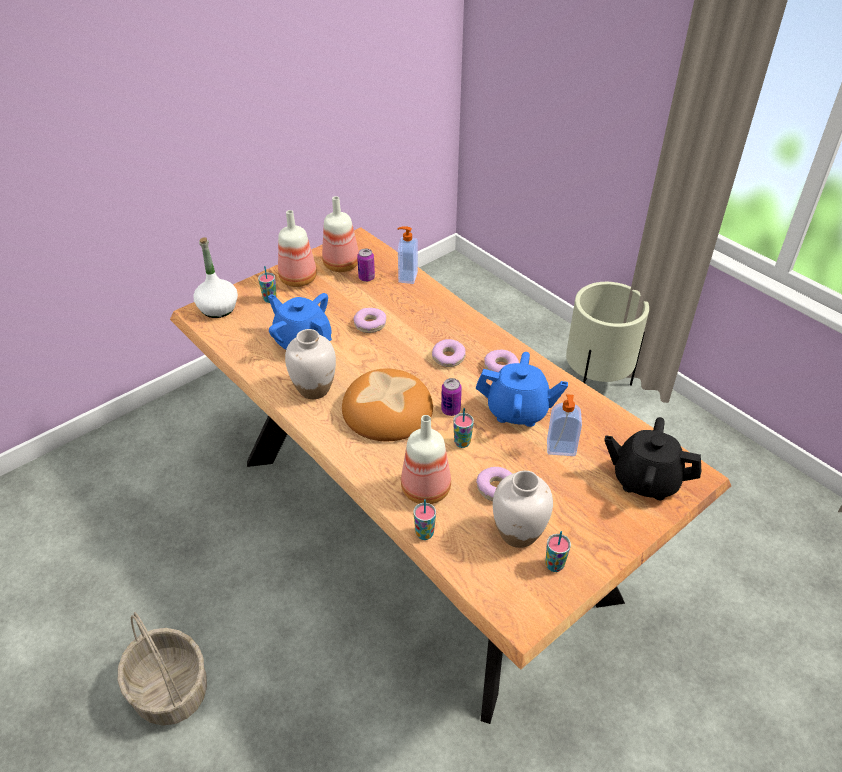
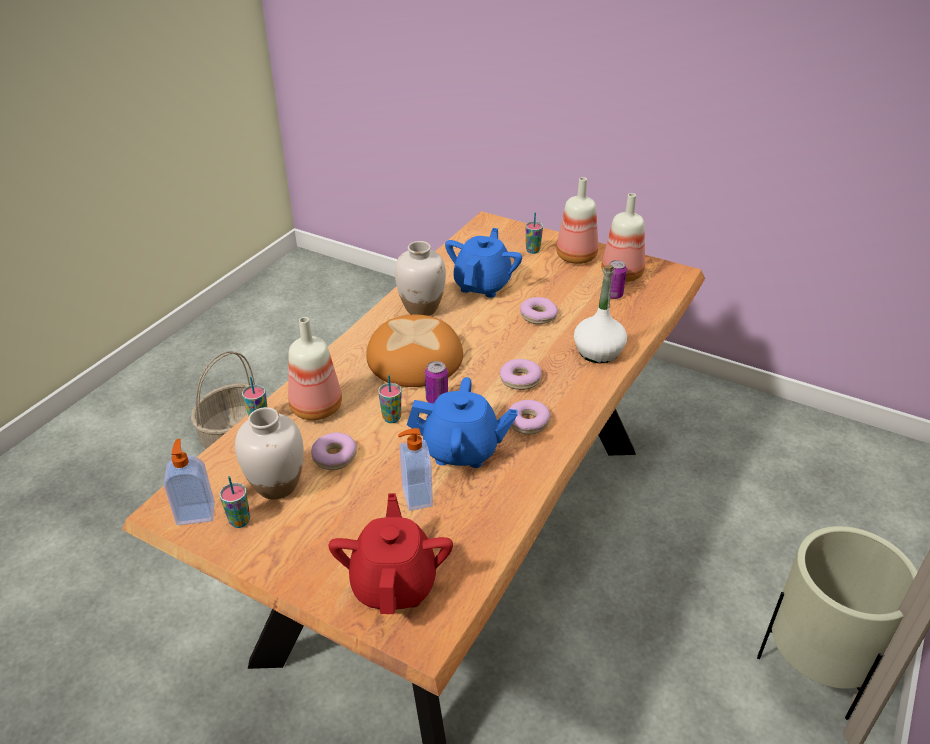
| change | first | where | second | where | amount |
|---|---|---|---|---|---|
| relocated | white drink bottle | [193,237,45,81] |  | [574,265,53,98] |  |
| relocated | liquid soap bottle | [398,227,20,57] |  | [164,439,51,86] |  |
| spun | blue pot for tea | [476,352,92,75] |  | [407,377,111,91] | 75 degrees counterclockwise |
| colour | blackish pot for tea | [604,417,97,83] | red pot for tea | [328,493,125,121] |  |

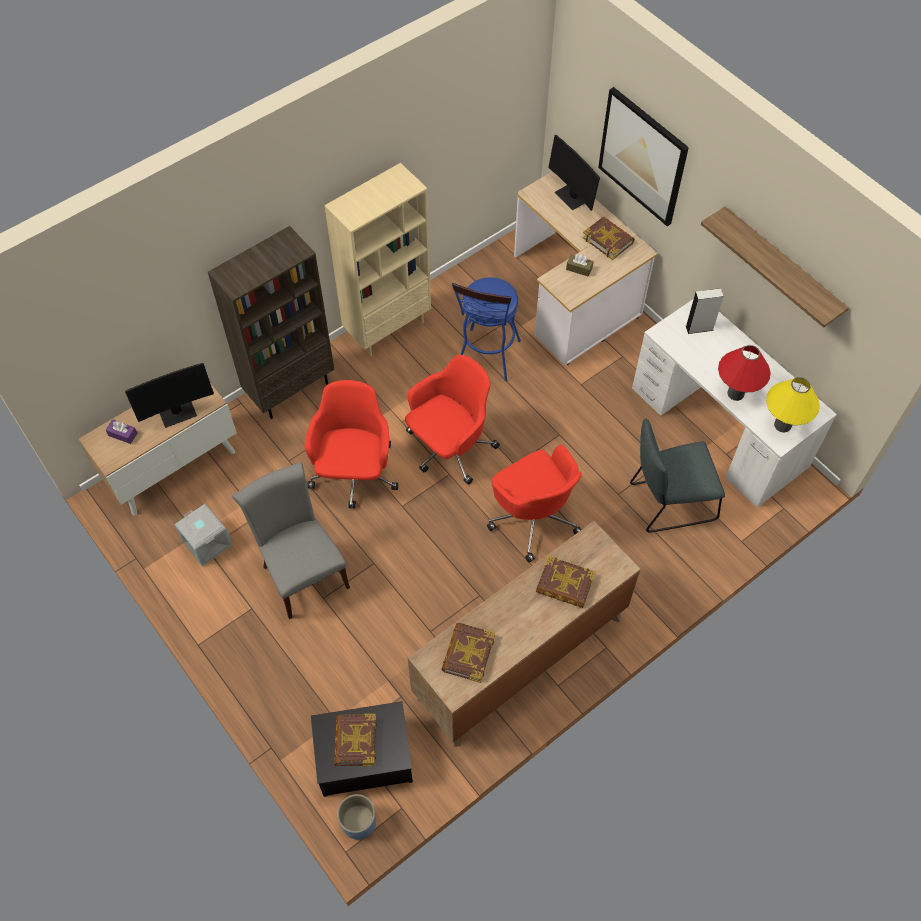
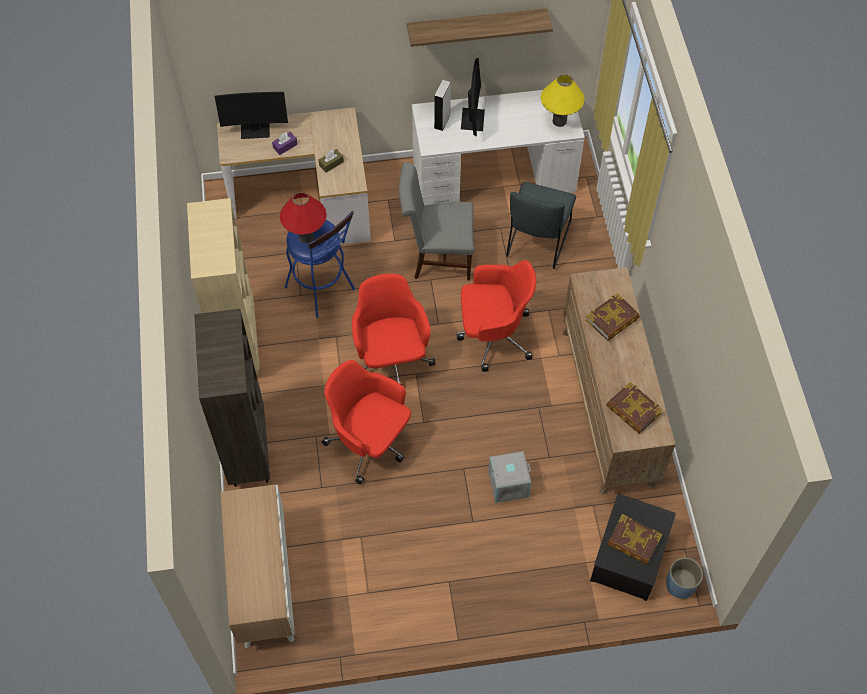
| change | first | where | second | where | amount |
|---|---|---|---|---|---|
| relocated | purplish tissue holder | [106,420,31,24] |  | [272,132,26,23] |  |
| relocated | monitor | [125,363,89,65] |  | [461,58,24,78] |  |
| relocated | greyish storage box | [174,503,58,63] |  | [488,451,43,52] |  |
| relocated | greyish chair | [232,462,118,157] |  | [399,162,75,118] |  |
| missing | bound book | [582,216,53,44] |  |  |  |
| missing | wall art | [598,87,91,139] |  |  |  |
| relocated | red lamp for a table | [718,345,53,56] |  | [280,192,47,51] |  |

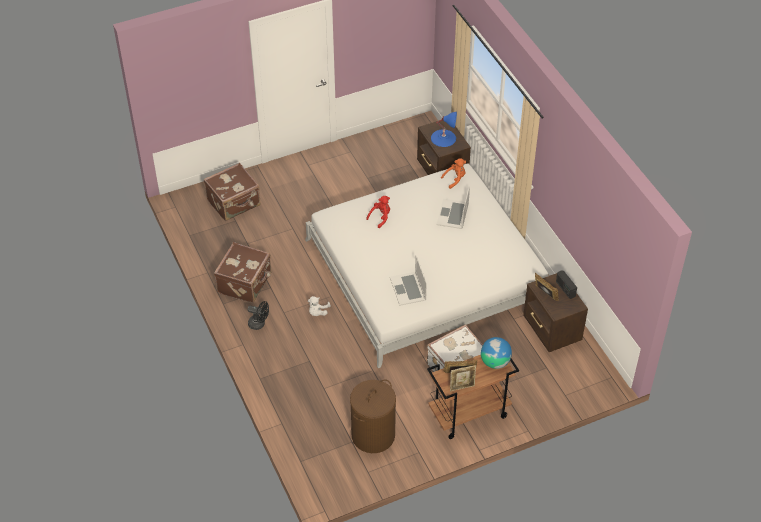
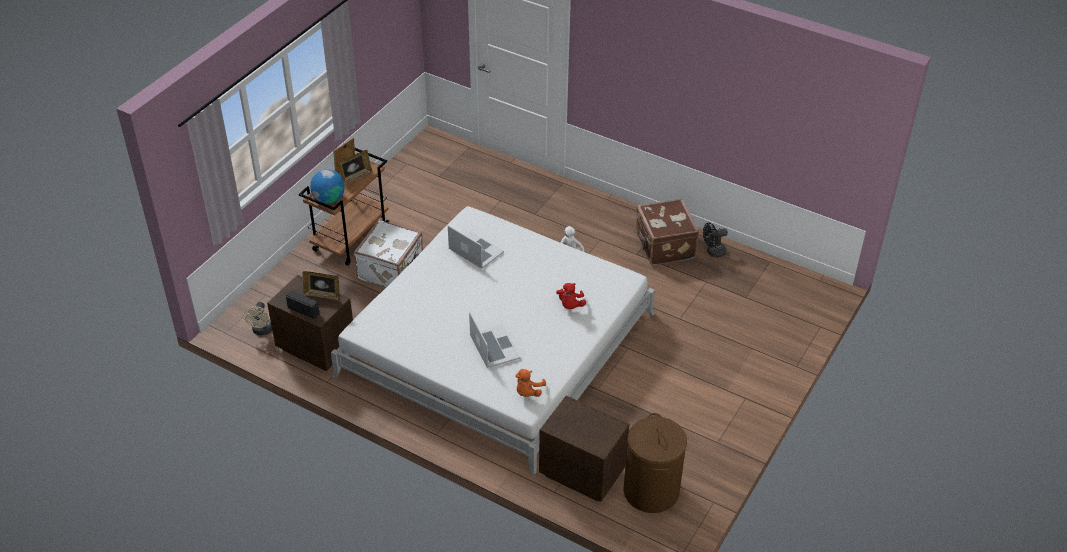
| change | first | where | second | where | amount |
|---|---|---|---|---|---|
| missing | brown-coloured piece of luggage | [204,163,57,58] |  |  |  |
| relocated | blackish fan | [248,301,21,29] |  | [703,223,25,35] |  |
| relocated | brown-coloured laundry basket | [350,379,46,74] |  | [623,413,64,100] |  |
| missing | blue lamp for a table | [431,112,26,35] |  |  |  |
| appeared |  |  | beige fan | [243,302,29,33] |  |

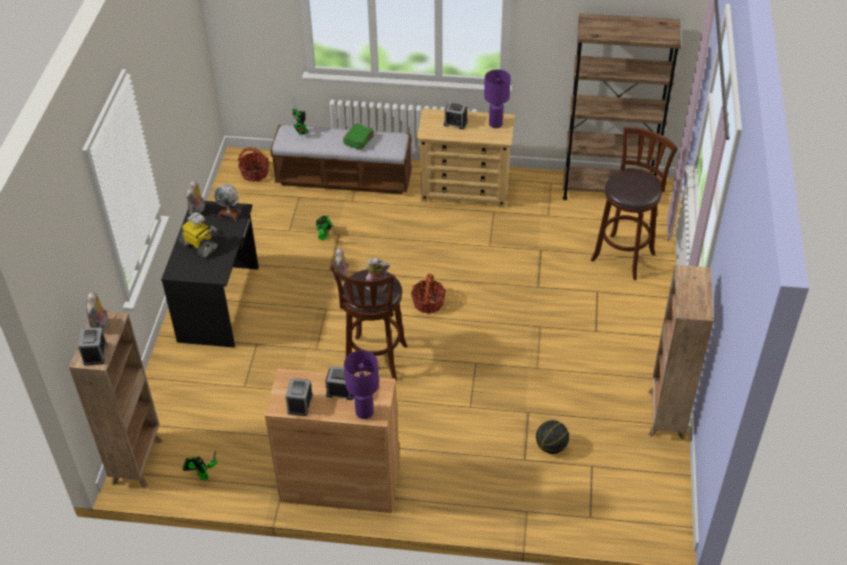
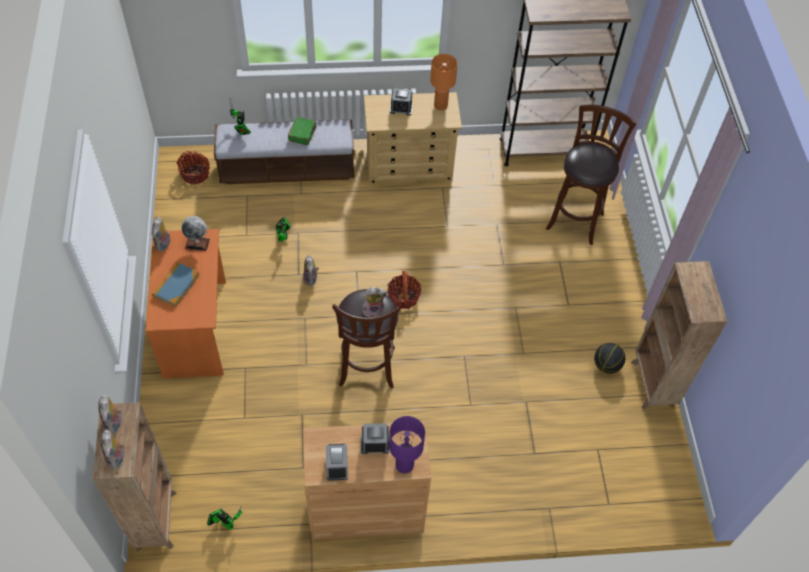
| change | first | where | second | where | amount |
|---|---|---|---|---|---|
| exchanged | bedside clock | [78,327,29,38] | plush toy | [101,430,23,38] |  |
| colour | blackish desk | [161,201,98,146] | orange-coloured desk | [146,229,80,150] |  |
| exchanged | robot figure | [179,212,39,46] | bound book | [152,262,48,45] |  |
| colour | purplish lamp for a table | [484,69,27,59] | orange-coloured lamp for a table | [430,54,28,56] |  |
| relocated | ball for basketball | [536,420,33,34] |  | [594,343,31,31] |  |

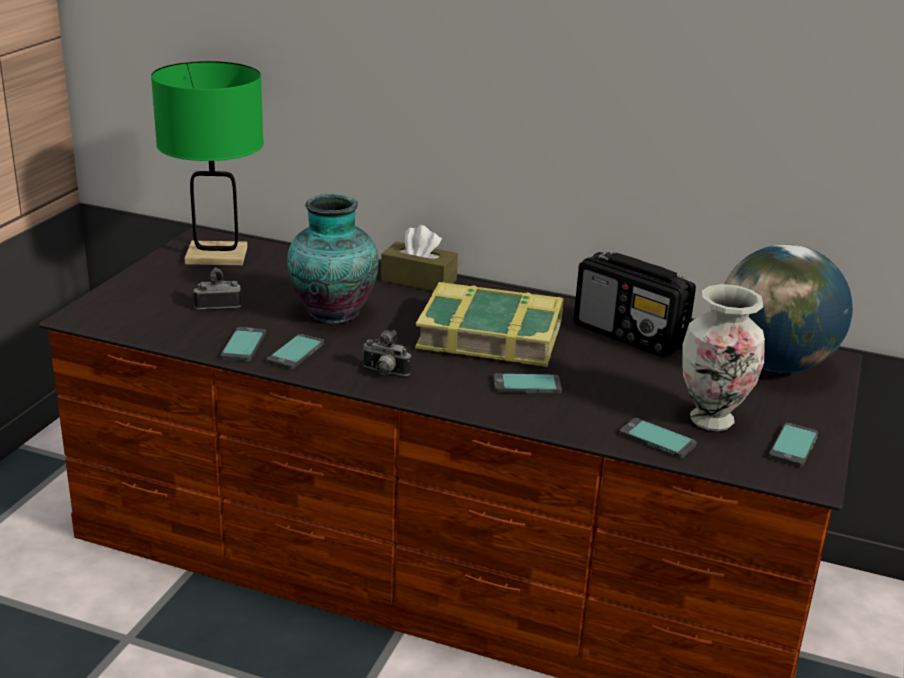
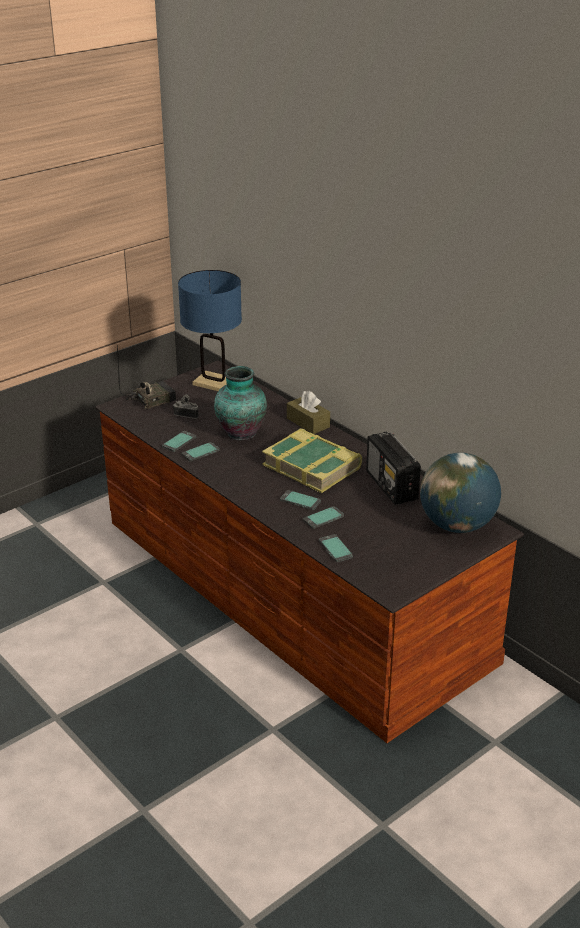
| change | first | where | second | where | amount |
|---|---|---|---|---|---|
| colour | greenish lamp for a table | [151,61,113,204] | blue lamp for a table | [178,270,64,121] |  |
| missing | still camera | [362,330,49,46] |  |  |  |
| missing | flower vase | [682,284,83,147] |  |  |  |
| relocated | handset | [769,423,49,44] |  | [303,506,41,23] |  |
| appeared |  |  | radio receiver | [117,346,59,63] |  |

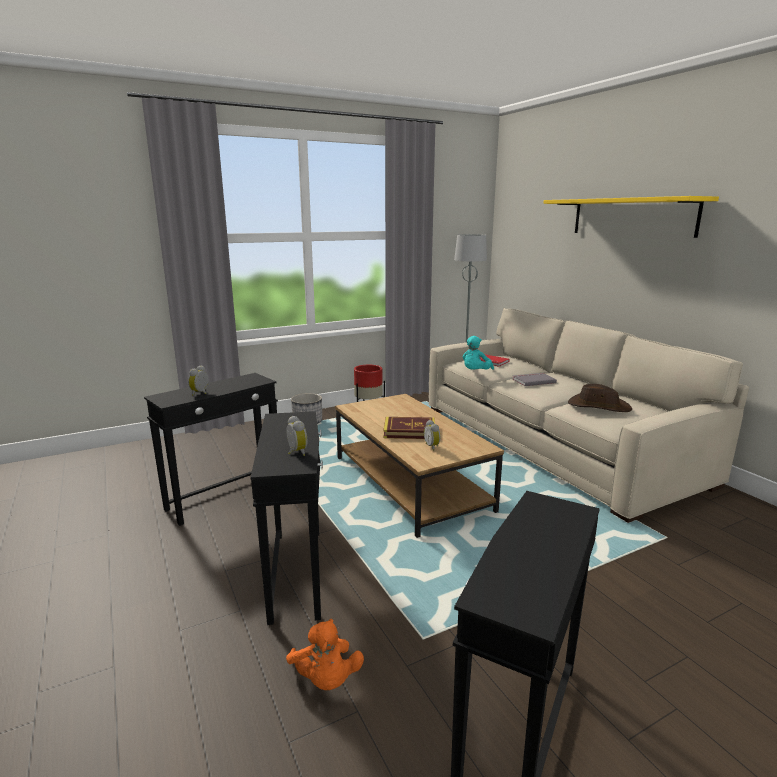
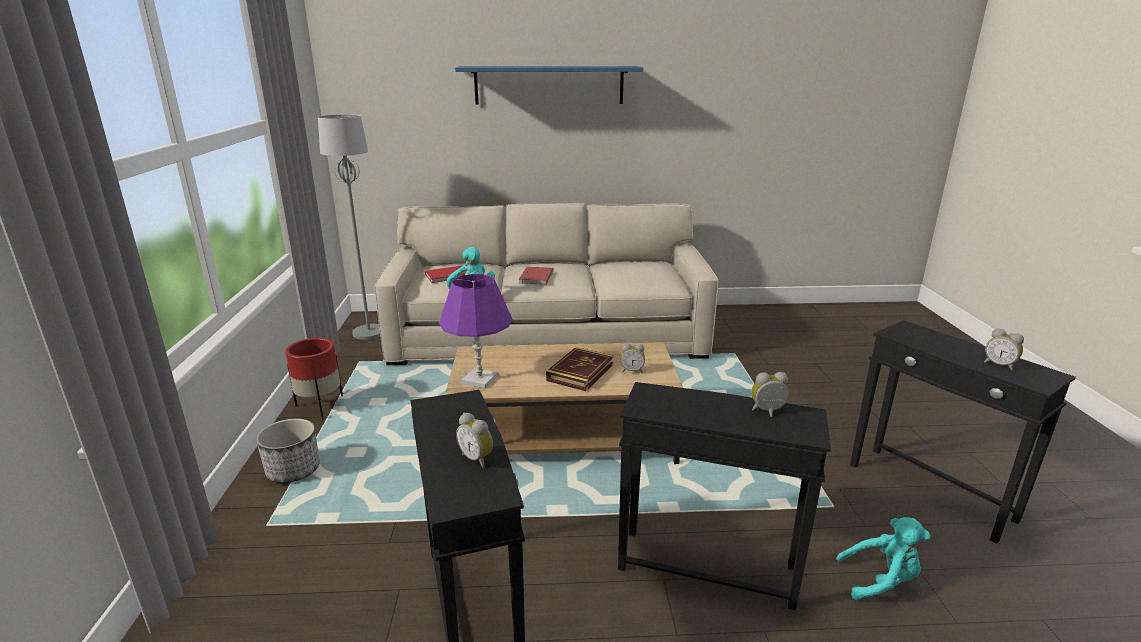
| change | first | where | second | where | amount |
|---|---|---|---|---|---|
| colour | orange-coloured plush toy | [286,619,78,71] | turquoise-coloured plush toy | [836,517,94,83] |  |
| colour | greyish bound book | [513,373,44,13] | red bound book | [518,266,36,19] |  |
| colour | yellow-coloured wall shelf | [543,196,176,42] | blue wall shelf | [455,66,188,39] |  |
| missing | brown-coloured hat | [568,384,64,28] |  |  |  |
| appeared |  |  | purplish lamp for a table | [439,274,73,115] |  |
| appeared |  |  | bedside clock | [984,328,40,43] |  |

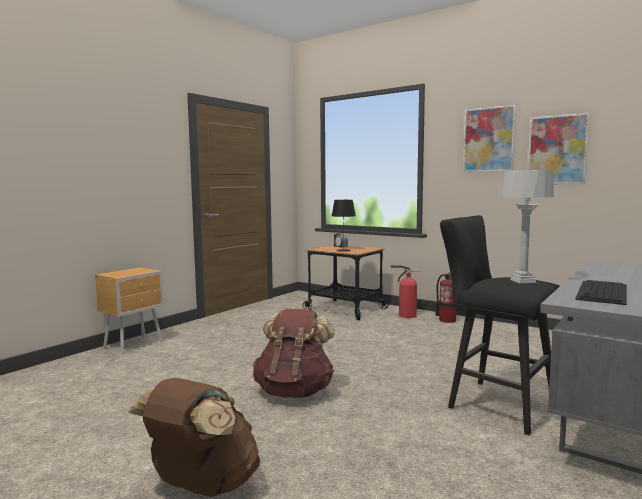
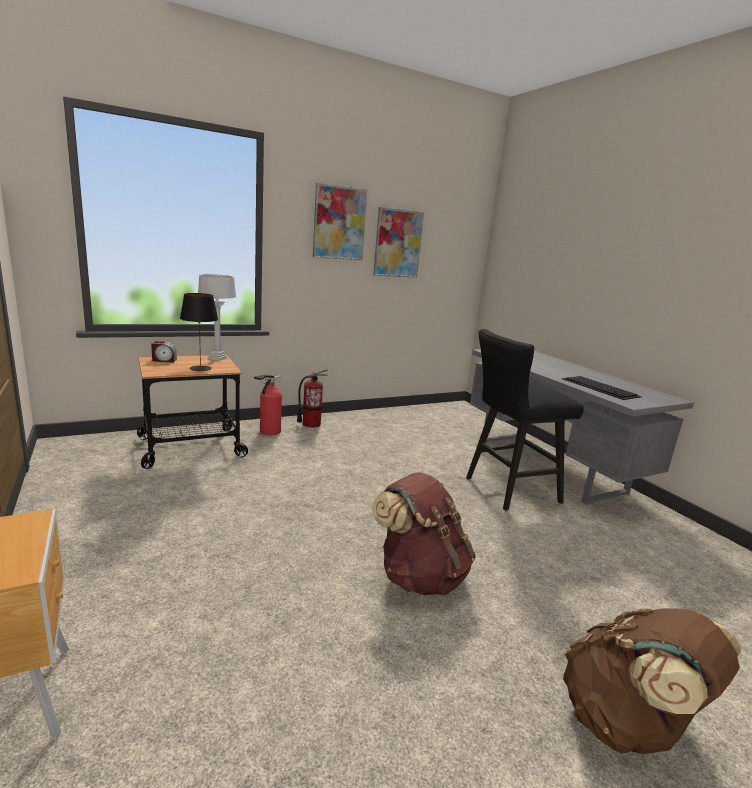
| change | first | where | second | where | amount |
|---|---|---|---|---|---|
| relocated | greyish lamp for a table | [502,170,52,113] |  | [198,274,38,87] |  |

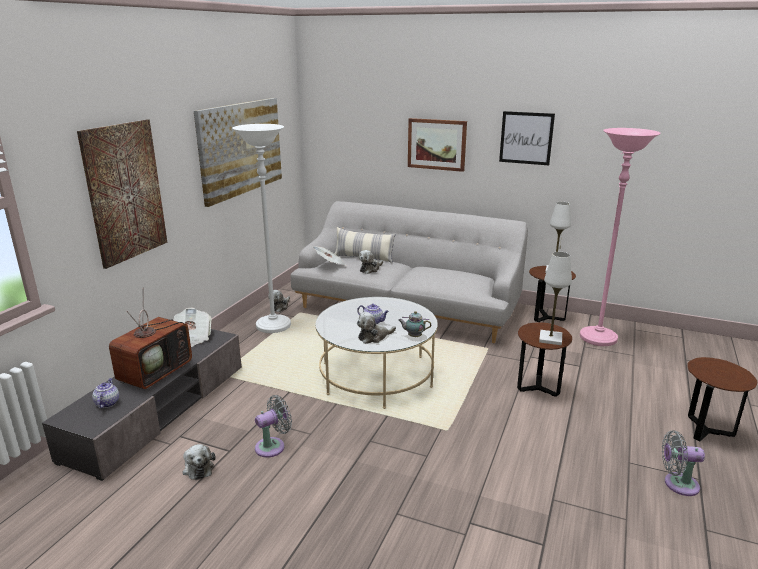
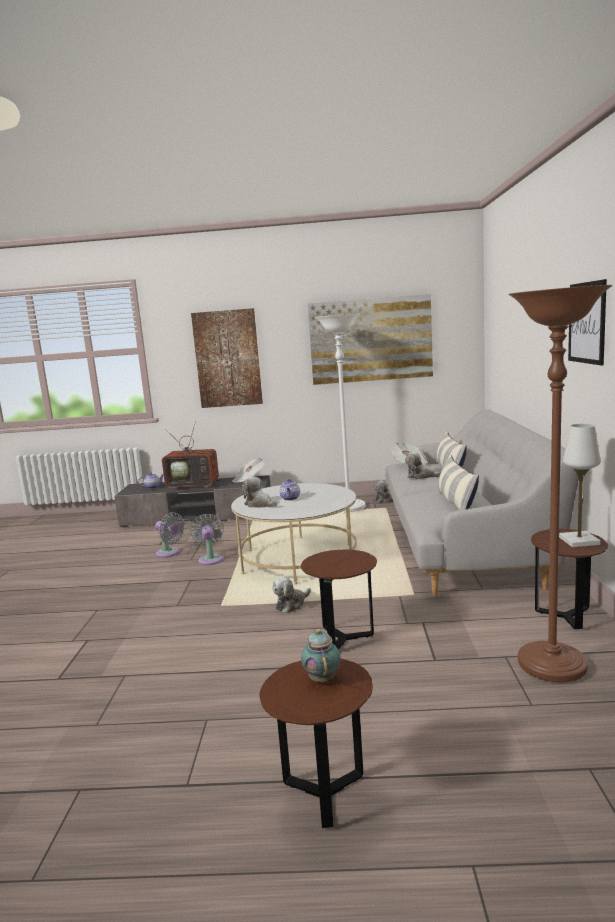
| change | first | where | second | where | amount |
|---|---|---|---|---|---|
| relocated | plush toy | [182,444,34,36] |  | [273,577,38,36] |  |
| relocated | pot for tea | [398,311,33,26] |  | [301,629,39,54] |  |
| missing | wall art | [408,118,59,54] |  |  |  |
| missing | white lamp for a table | [539,252,33,93] |  |  |  |
| colour | pink-coloured standing lamp | [580,128,81,218] | brown-coloured standing lamp | [508,285,105,397] |  |
| relocated | greyish fan | [662,430,43,66] |  | [190,514,34,51] |  |
| appeared |  |  | cushion | [437,454,42,56] |  |

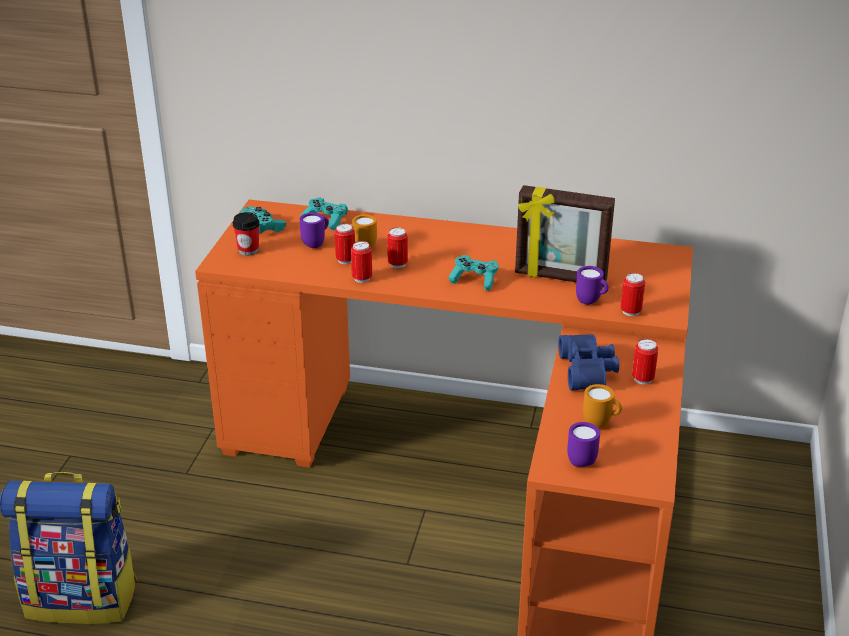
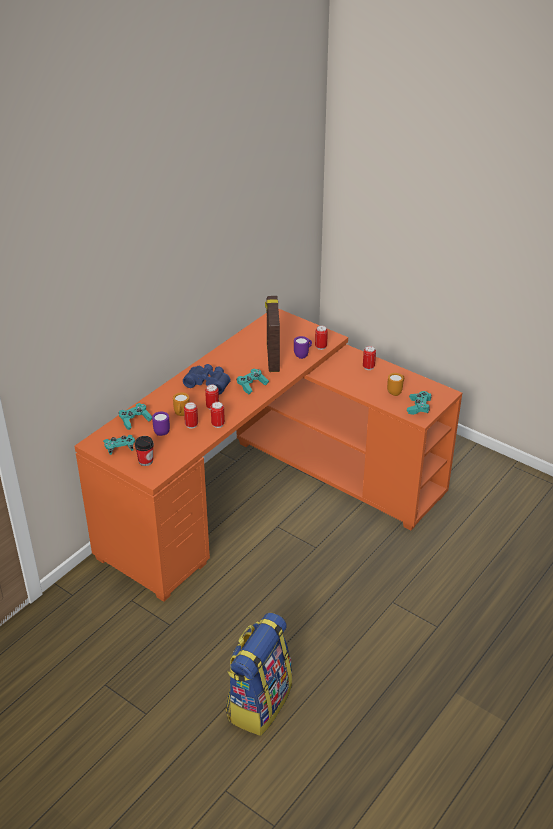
| change | first | where | second | where | amount |
|---|---|---|---|---|---|
| spun | photo frame | [515,185,100,102] |  | [265,296,15,76] | 135 degrees clockwise |
| relocated | blue binoculars | [558,334,61,57] |  | [183,364,48,31] |  |
| exchanged | purplish tea mug | [567,422,33,45] | turquoise-coloured gamepad | [407,391,25,24] |  |

